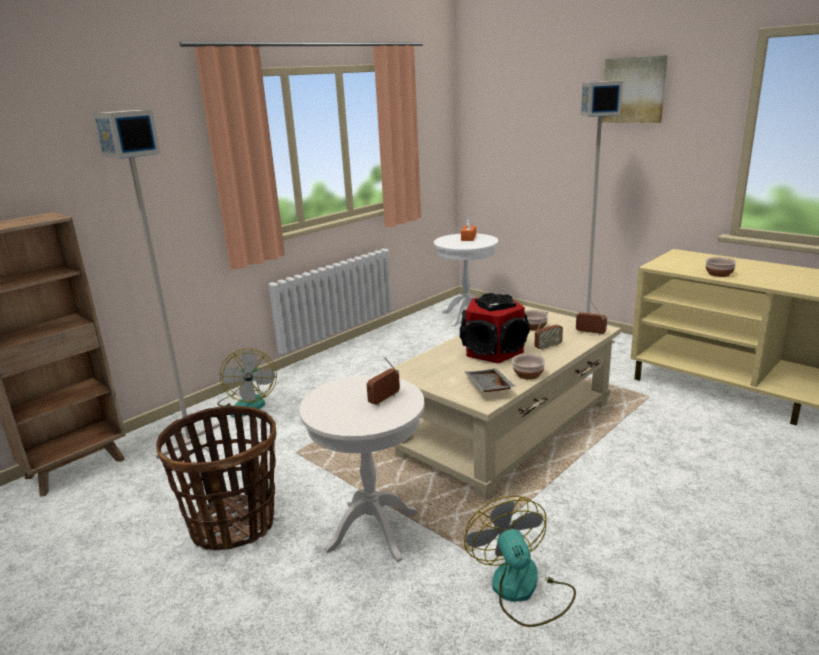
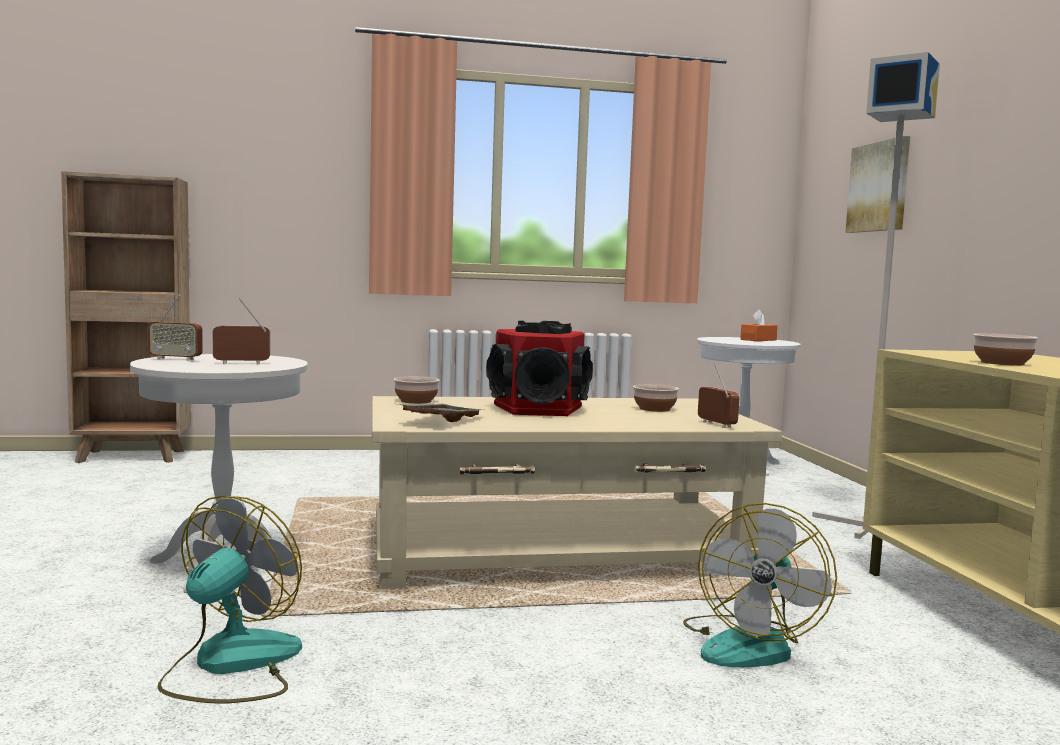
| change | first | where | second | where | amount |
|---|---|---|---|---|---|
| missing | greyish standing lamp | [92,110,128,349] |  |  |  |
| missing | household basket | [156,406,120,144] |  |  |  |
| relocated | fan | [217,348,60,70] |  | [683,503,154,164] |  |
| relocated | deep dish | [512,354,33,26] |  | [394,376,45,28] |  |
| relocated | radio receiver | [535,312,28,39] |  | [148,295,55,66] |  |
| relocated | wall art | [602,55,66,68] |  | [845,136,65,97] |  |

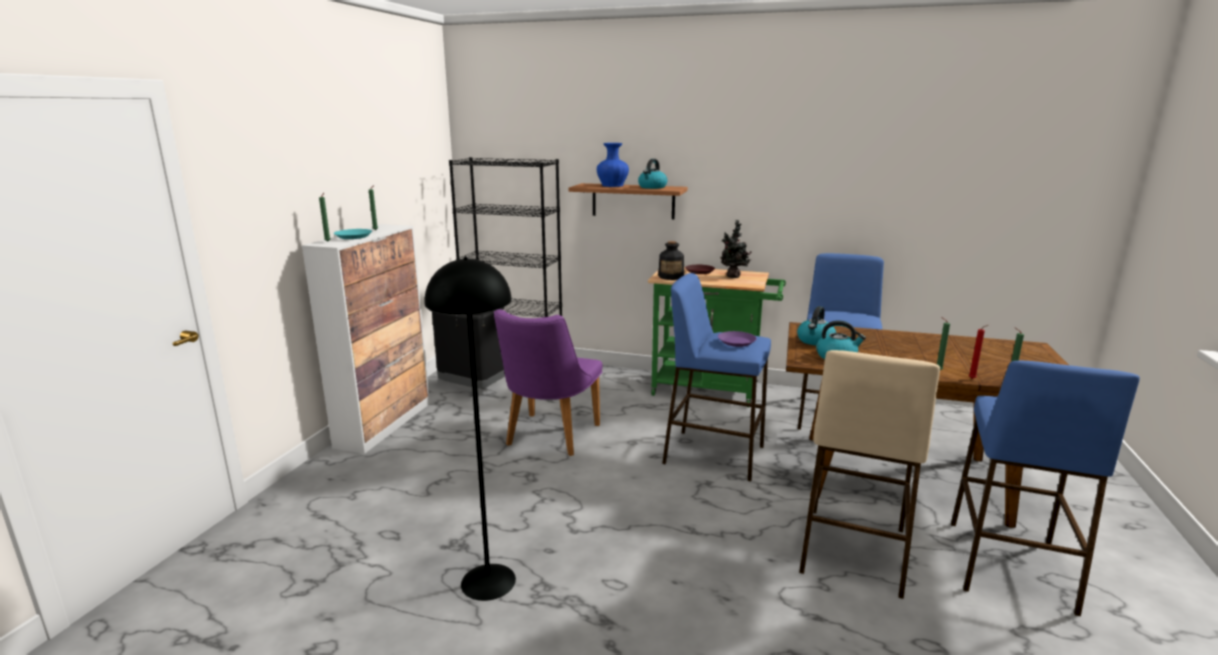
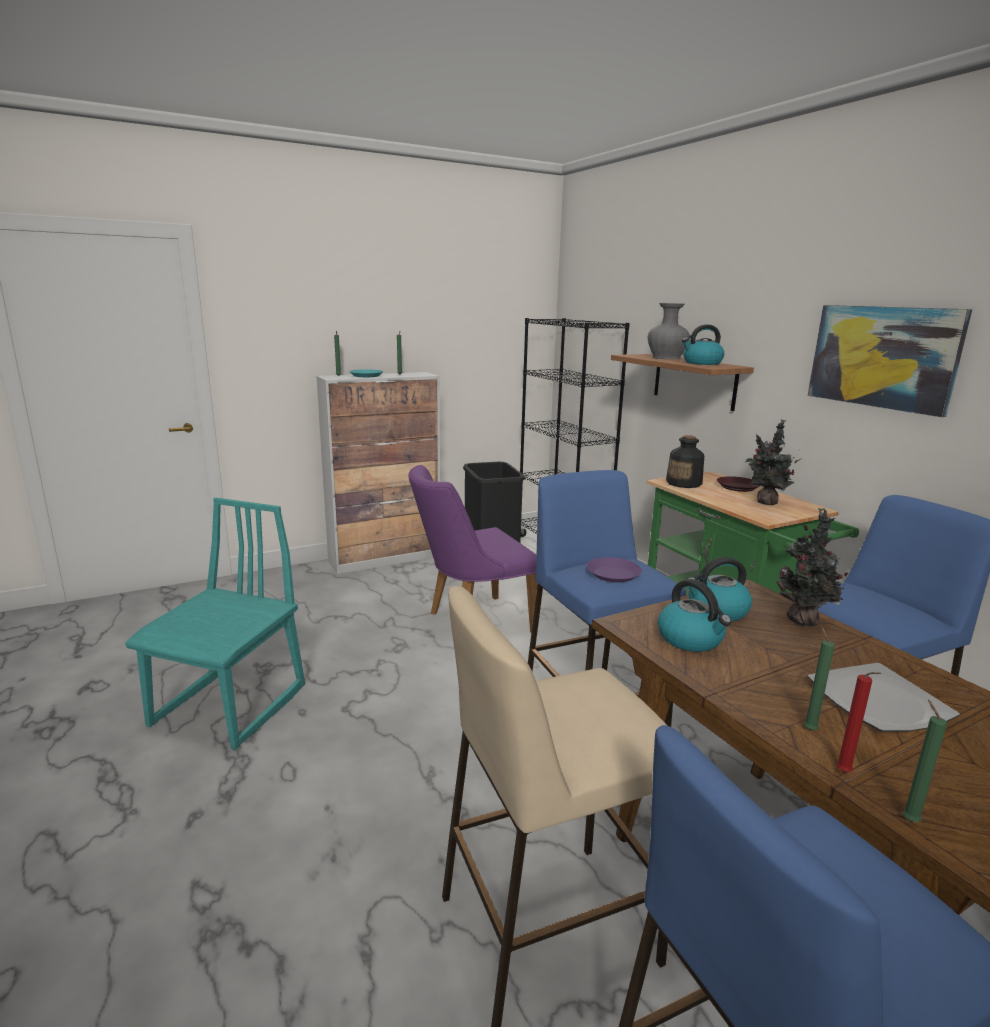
| change | first | where | second | where | amount |
|---|---|---|---|---|---|
| exchanged | blackish standing lamp | [425,257,91,344] | turquoise-coloured chair | [125,498,180,252] |  |
| colour | blue flower vase | [597,143,32,44] | greyish flower vase | [648,303,42,56] |  |
| appeared |  |  | potted plant | [776,508,72,119] |  |
| appeared |  |  | wall art | [808,305,164,112] |  |
| appeared |  |  | flat dish | [808,663,152,69] |  |

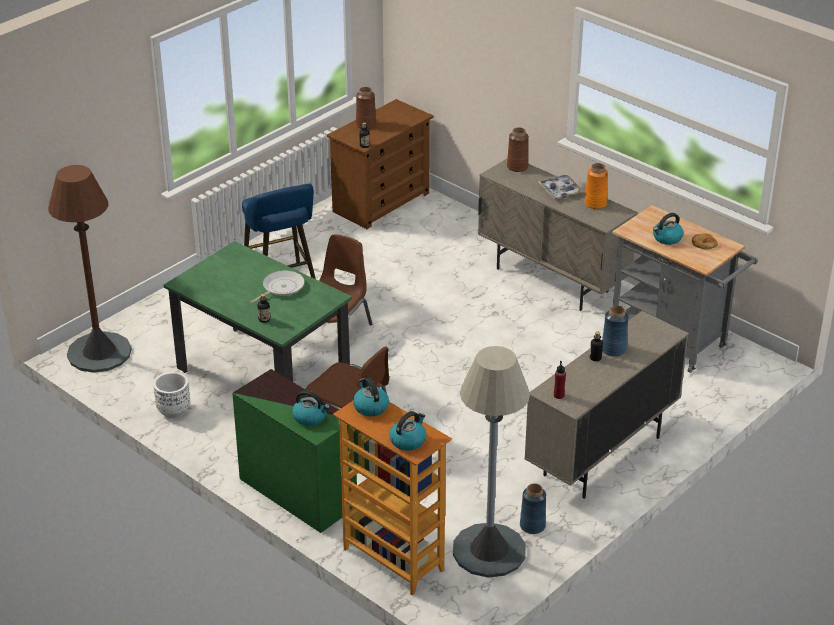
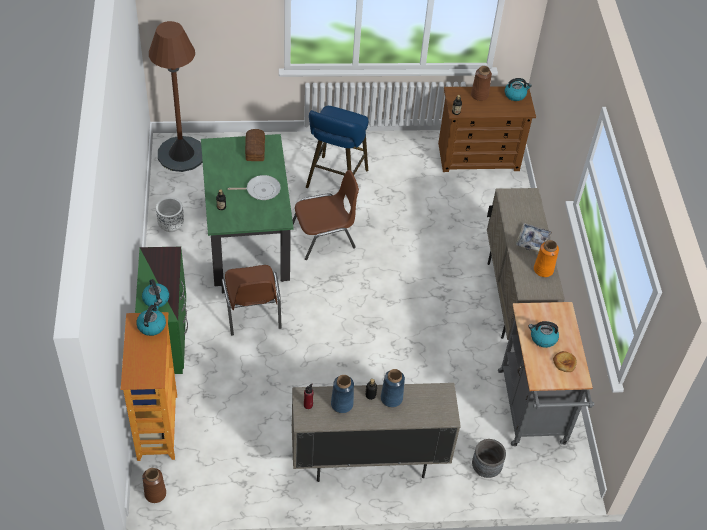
| change | first | where | second | where | amount |
|---|---|---|---|---|---|
| relocated | water kettle | [389,411,37,40] |  | [505,78,27,23] |  |
| missing | greyish standing lamp | [453,346,77,231] |  |  |  |
| relocated | brown-coloured flower vase | [507,127,22,45] |  | [142,468,24,35] |  |
| relocated | blue flower vase | [520,483,26,51] |  | [331,375,23,38] |  |
| appeared |  |  | baked bread | [245,129,20,32] |  |
| appeared |  |  | greyish planter | [472,439,34,39] |  |

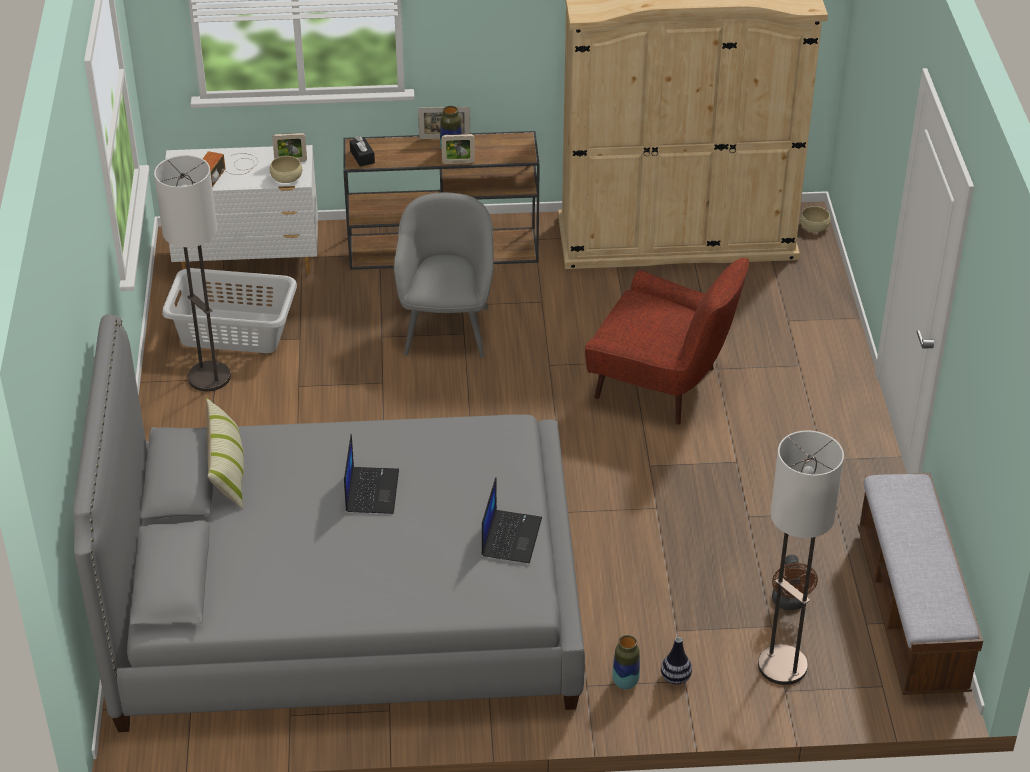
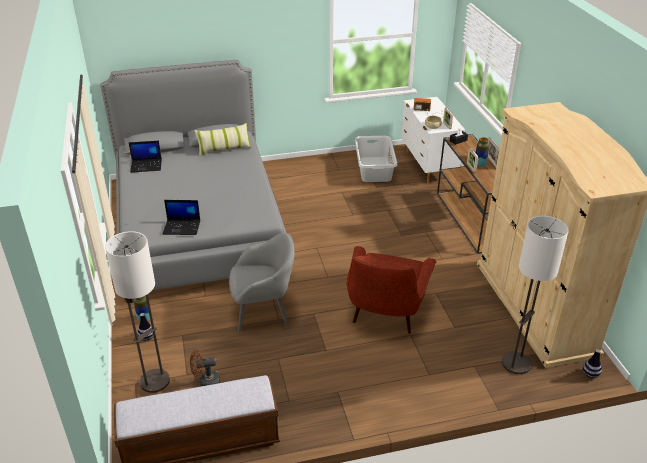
| change | first | where | second | where | amount |
|---|---|---|---|---|---|
| relocated | standing lamp | [154,155,77,236] |  | [502,216,67,158] |  |
| relocated | notebook computer | [344,434,55,80] |  | [129,141,33,32] |  |
| relocated | greyish armchair | [394,193,100,165] |  | [229,233,65,99] |  |
| exchanged | beige deep dish | [800,206,31,26] | flower vase | [583,349,19,29] |  |

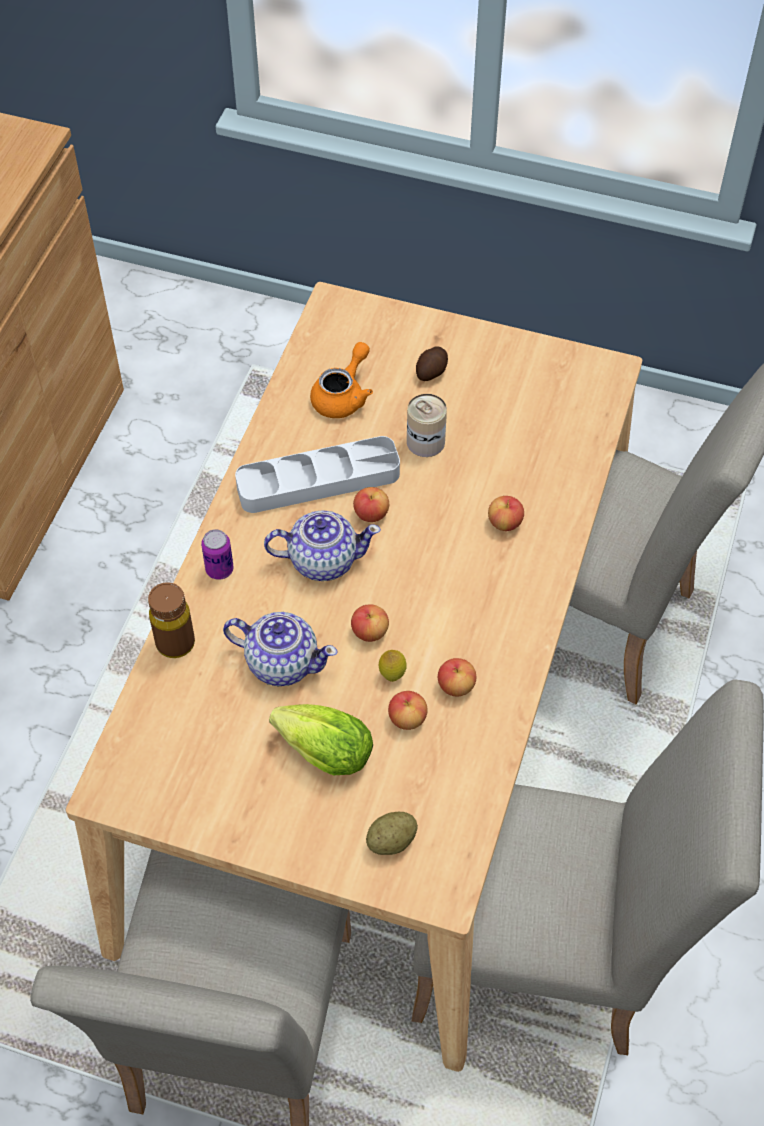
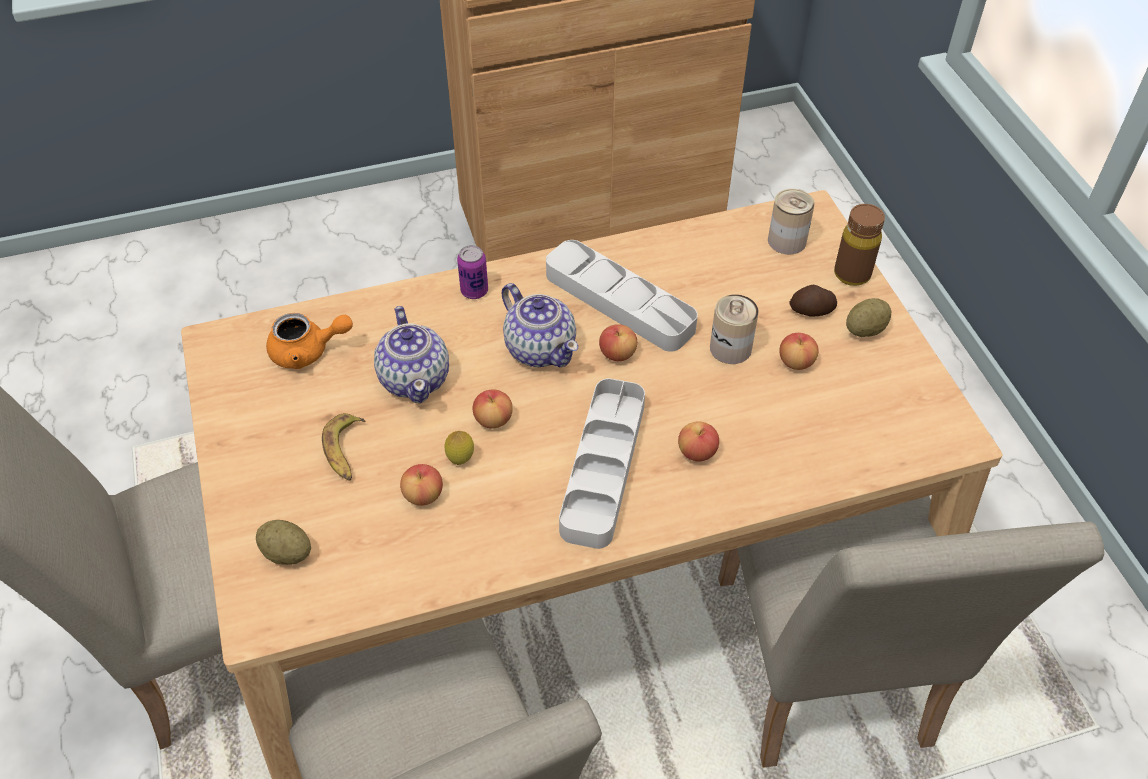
| change | first | where | second | where | amount |
|---|---|---|---|---|---|
| relocated | brown-coloured drink bottle | [148,582,47,76] |  | [834,204,51,82] |  |
| exchanged | lettuce | [269,704,104,71] | banana | [322,413,43,68] |  |
| relocated | orange-coloured pot for tea | [310,342,63,76] |  | [266,313,87,56] |  |
| relocated | apple | [438,658,38,39] |  | [779,333,40,37] |  |
| appeared |  |  | greyish carrying tray | [559,378,86,171] |  |
| appeared |  |  | metal can | [768,189,47,65] |  |
| appeared |  |  | spud | [846,298,45,39] |  |

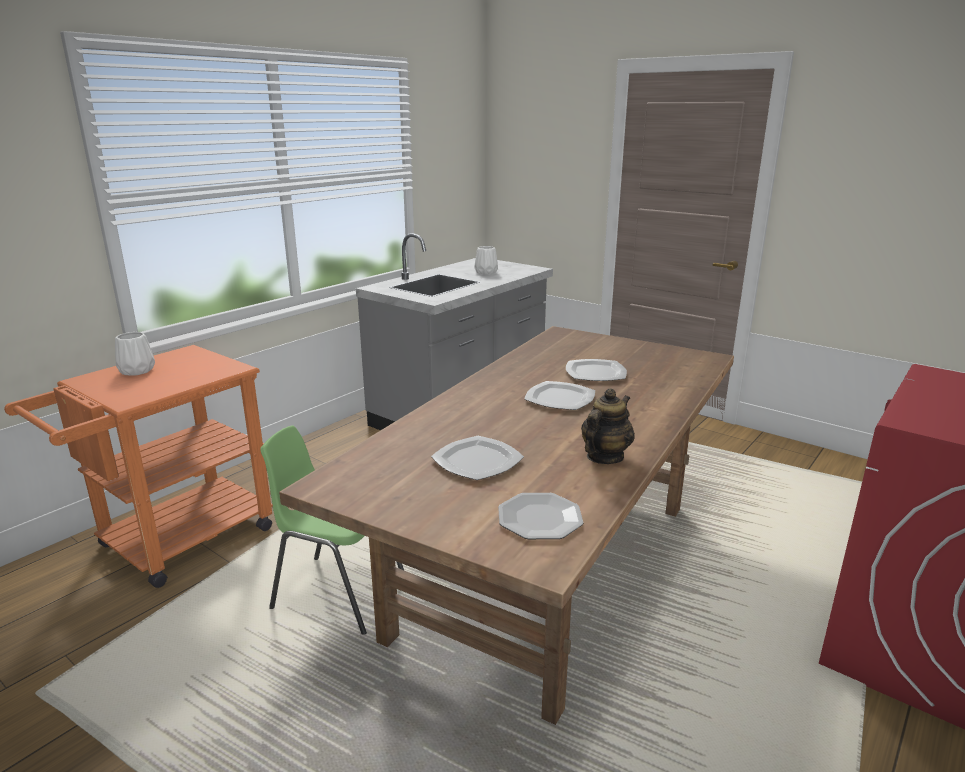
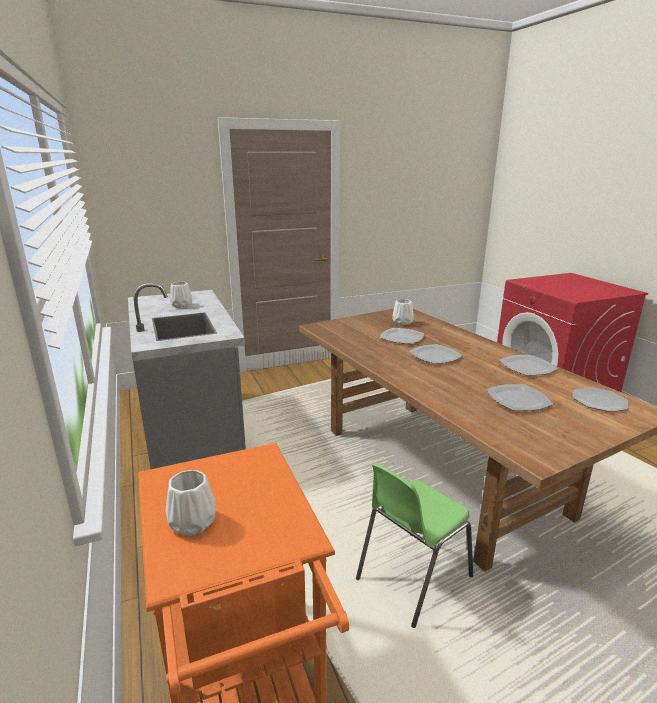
| change | first | where | second | where | amount |
|---|---|---|---|---|---|
| exchanged | pot for tea | [581,388,54,76] | flat dish | [499,355,58,20] |  |
| appeared |  |  | white flower vase | [392,299,22,26] |  |

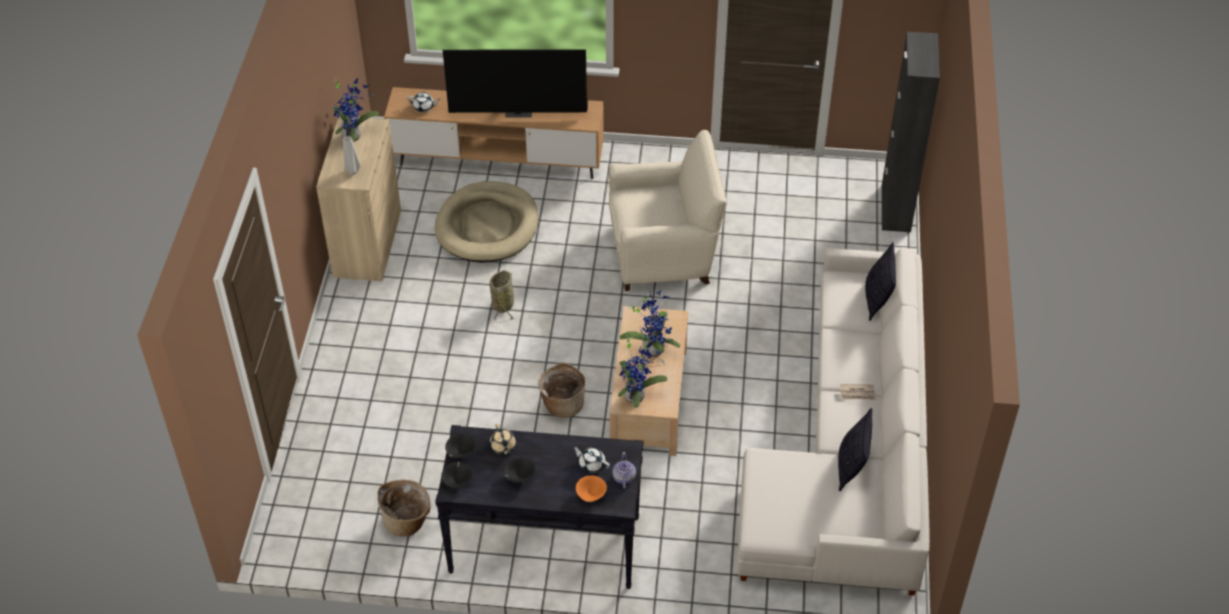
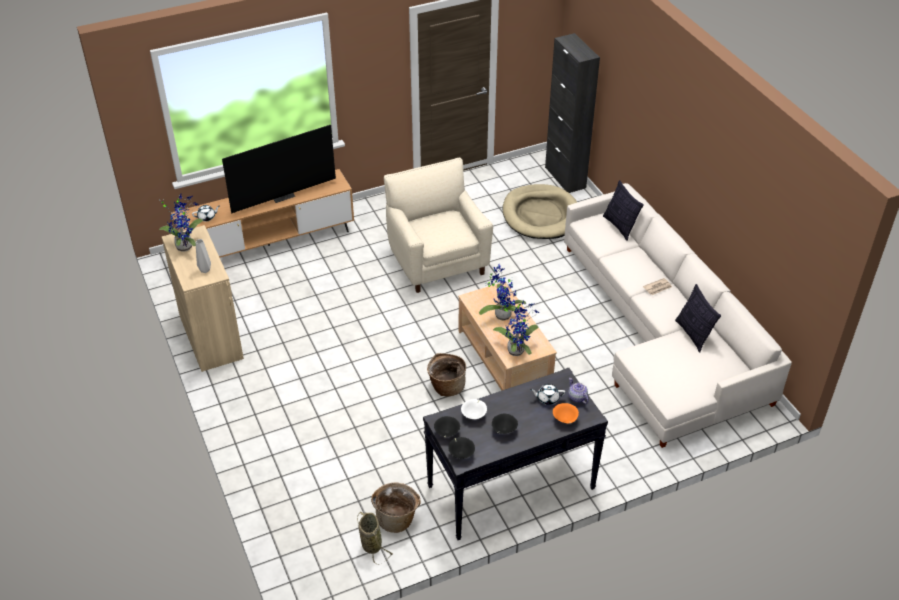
| change | first | where | second | where | amount |
|---|---|---|---|---|---|
| relocated | beige dog cushion | [435,181,103,82] |  | [503,184,74,55] |  |
| relocated | household basket | [490,270,24,53] |  | [357,512,36,53] |  |
| exchanged | beige pot for tea | [490,424,26,31] | white deep dish | [461,399,26,20] |  |
| spun | beige armchair | [609,130,118,161] |  | [384,157,109,136] | 75 degrees counterclockwise |

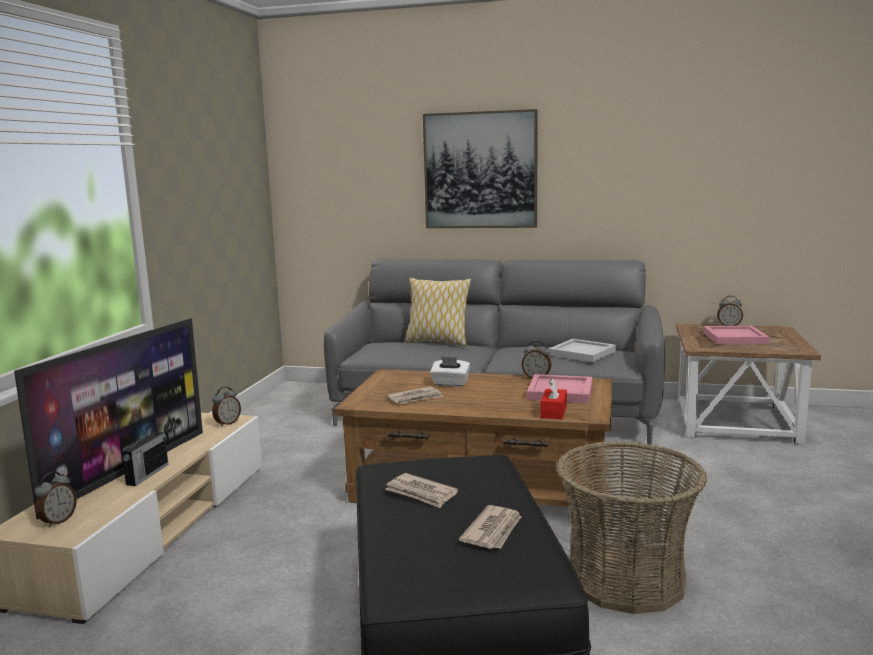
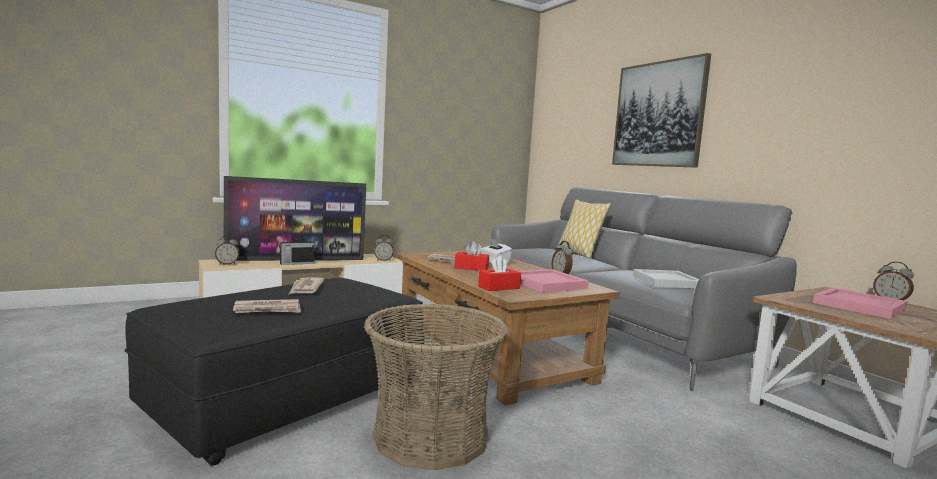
| change | first | where | second | where | amount |
|---|---|---|---|---|---|
| appeared |  |  | red tissue holder | [455,241,34,29] |  |

